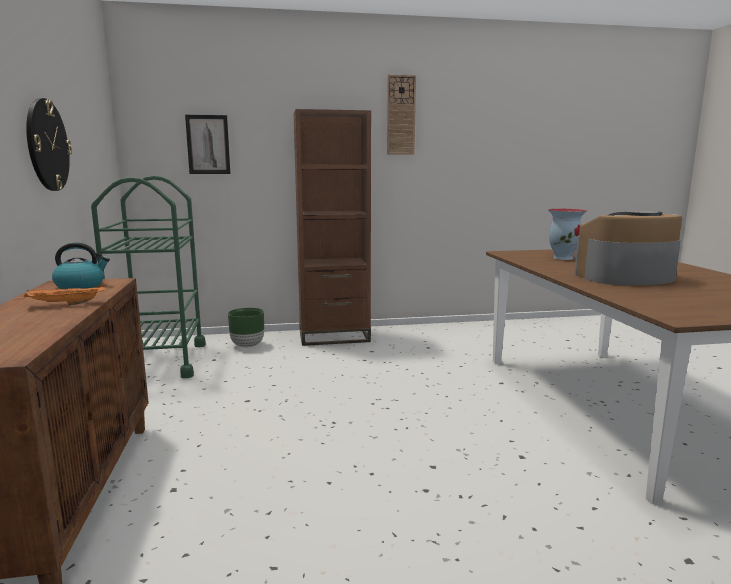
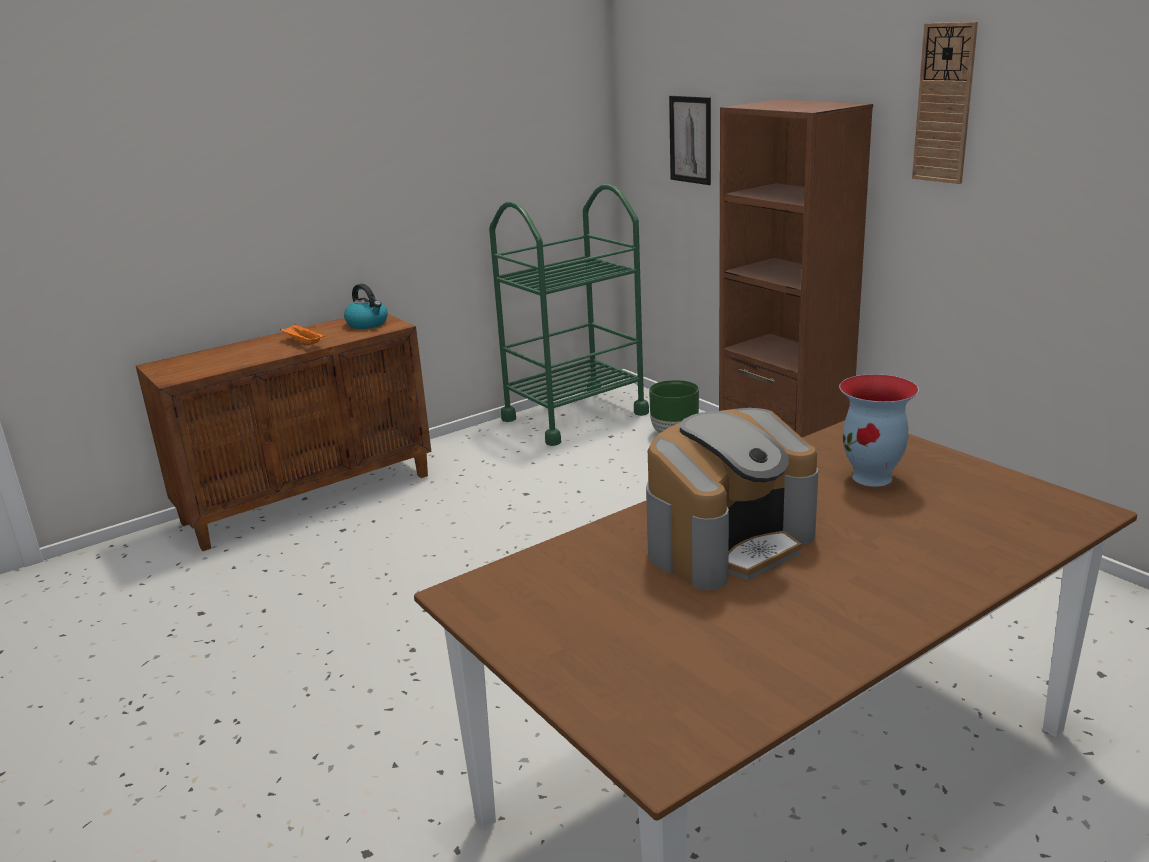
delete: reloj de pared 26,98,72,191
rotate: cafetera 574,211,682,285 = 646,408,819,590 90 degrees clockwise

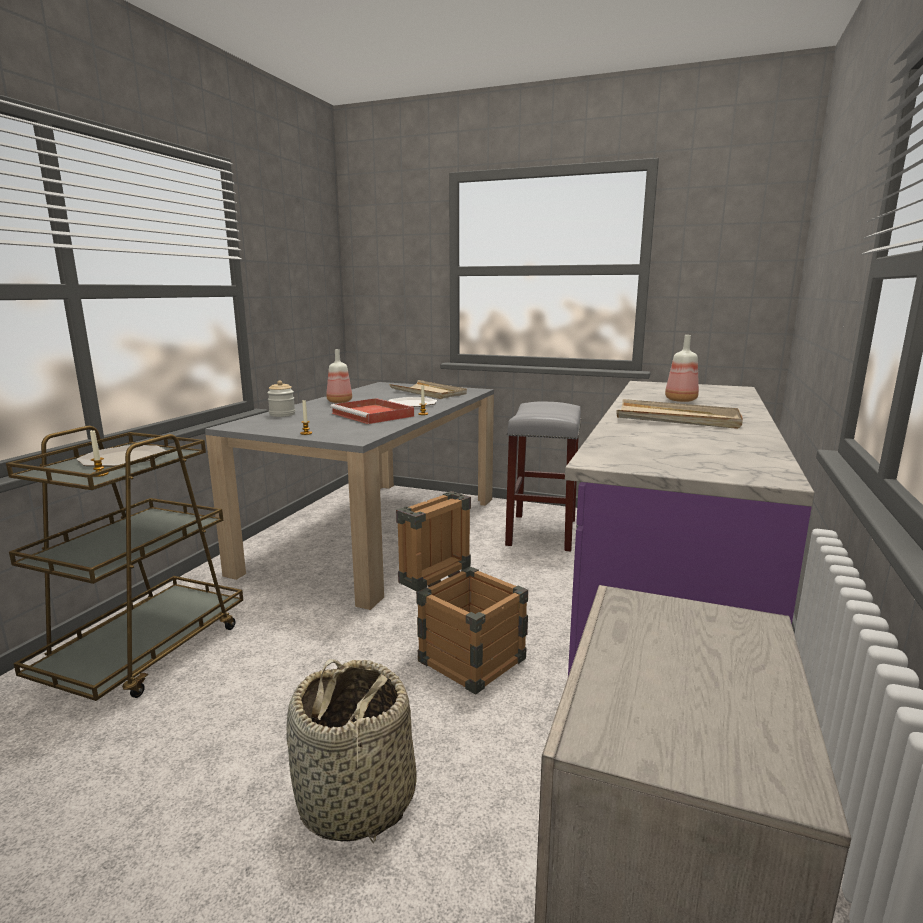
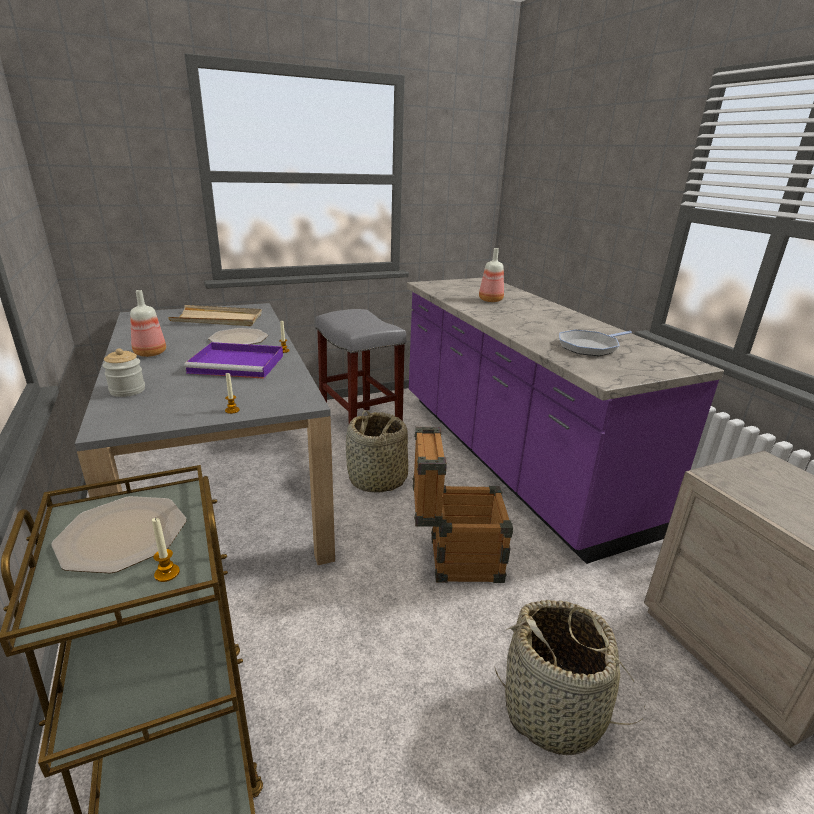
delete: bandeja (beis) 617,399,743,429
insert: cesta 346,410,408,493; sartén 559,330,632,356
recolor: bandeja (rojo) 330,398,414,424 to bandeja (morado) 184,342,283,379

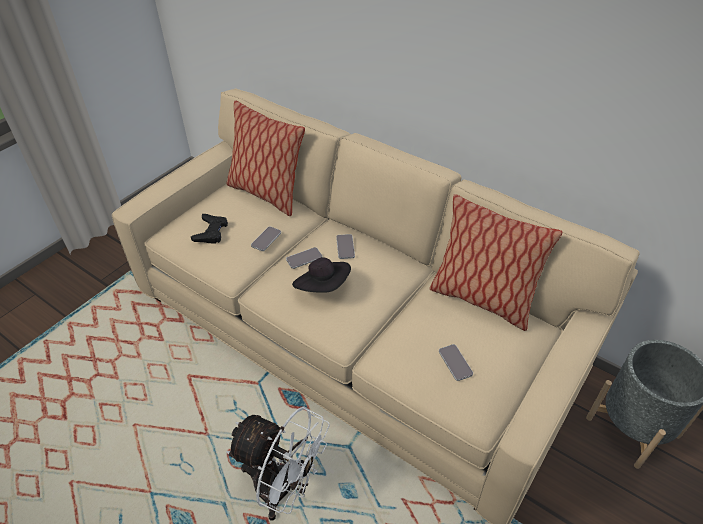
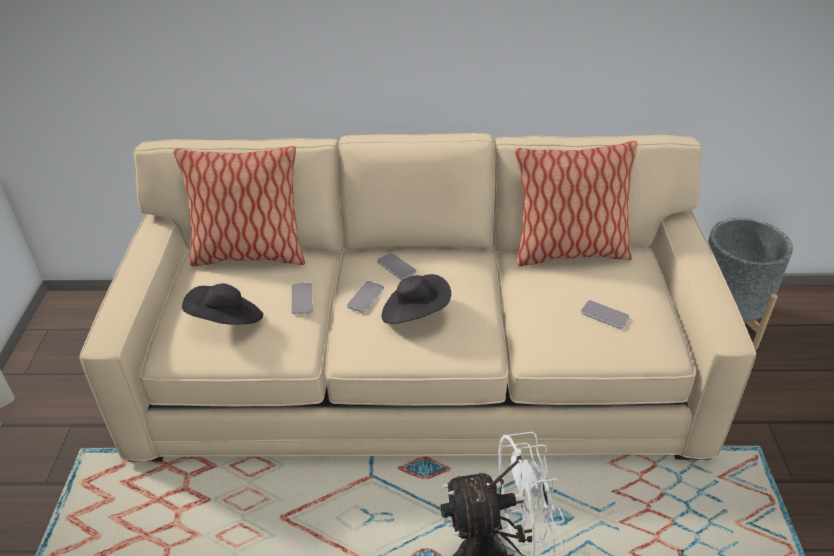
replace: mando de consola (negro) 191,214,228,244 to sombrero (negro) 182,283,263,325

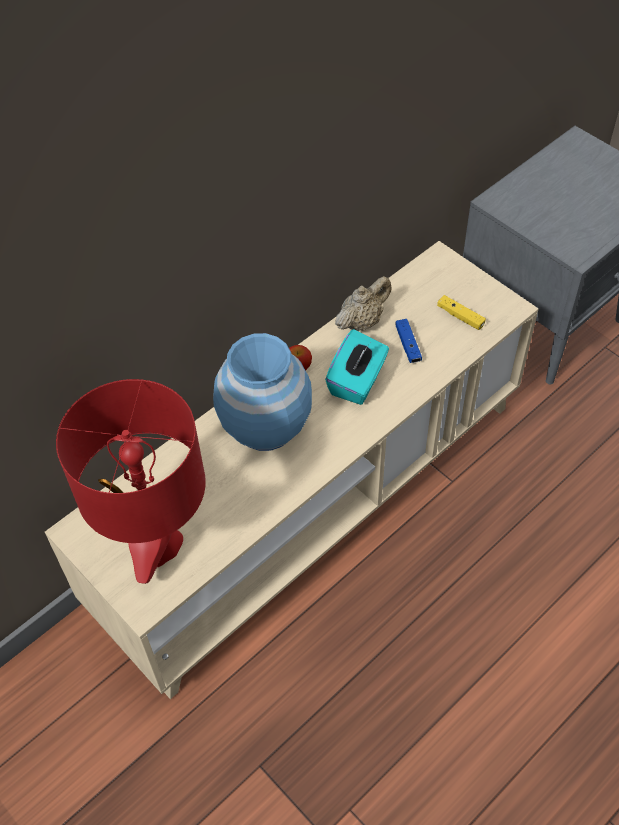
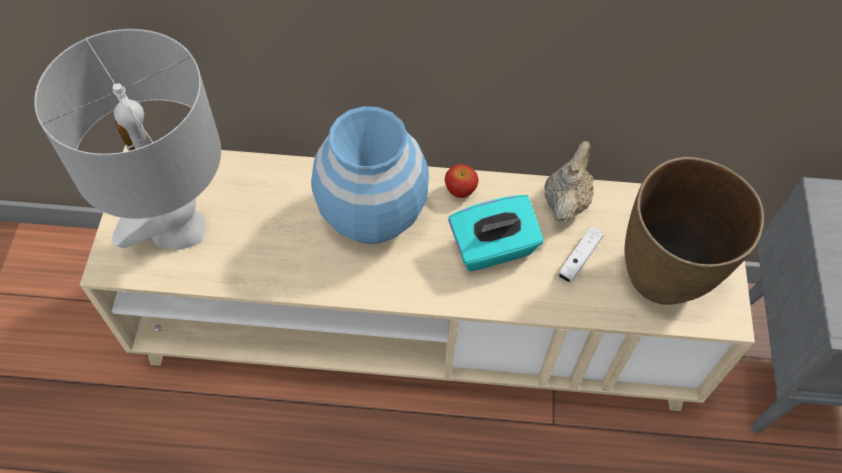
replace: mando de consola (amarillo) 437,295,486,330 to florero (marrón) 625,157,764,305
recolor: lámpara de mesa (rojo) 56,379,206,584 to lámpara de mesa (gris) 34,29,221,250; mando de consola (azul) 396,319,422,363 to mando de consola (blanco) 558,226,604,283
rotate: tetera (beis) 335,276,392,331 = 545,141,594,223 75 degrees counterclockwise

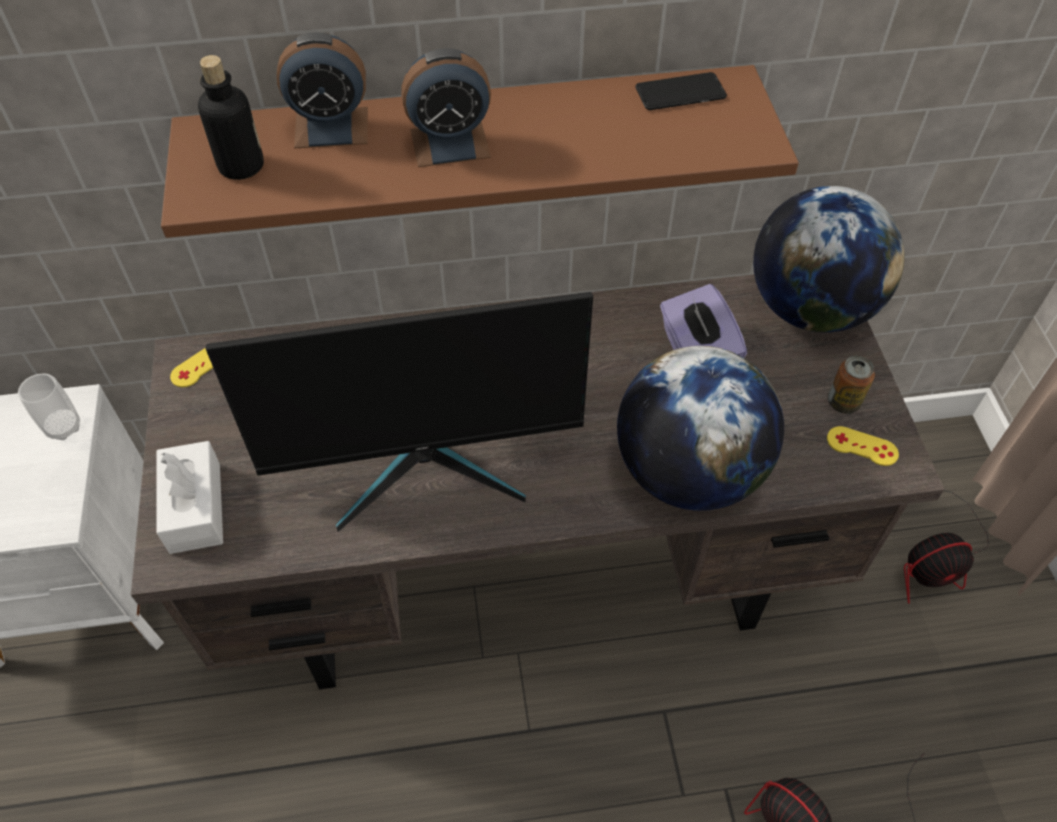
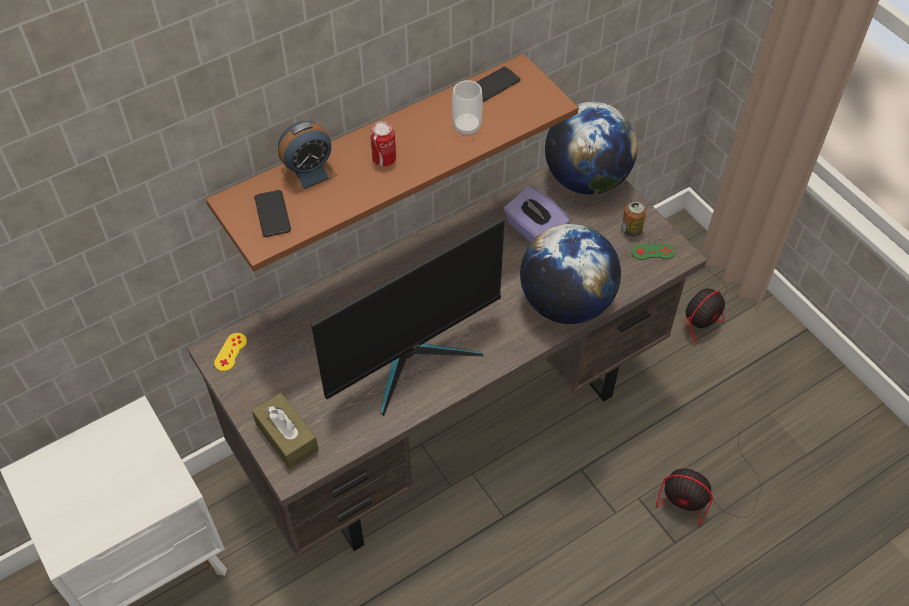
move: taza 18,374,80,440 to 452,80,483,136
replace: botella 198,55,264,180 to móvil 254,190,291,237; despertador 401,48,491,167 to lata 370,121,396,167
recolor: caja de pañuelos (blanco) 156,441,223,554 to caja de pañuelos (marrón) 252,393,319,469; mando de consola (amarillo) 827,426,899,466 to mando de consola (verde) 631,243,675,260

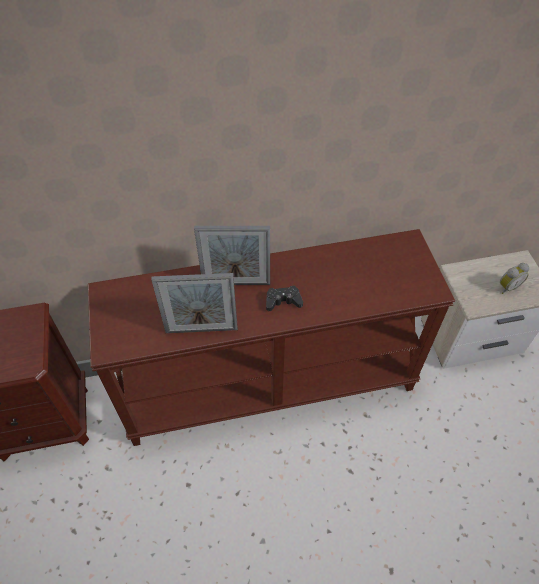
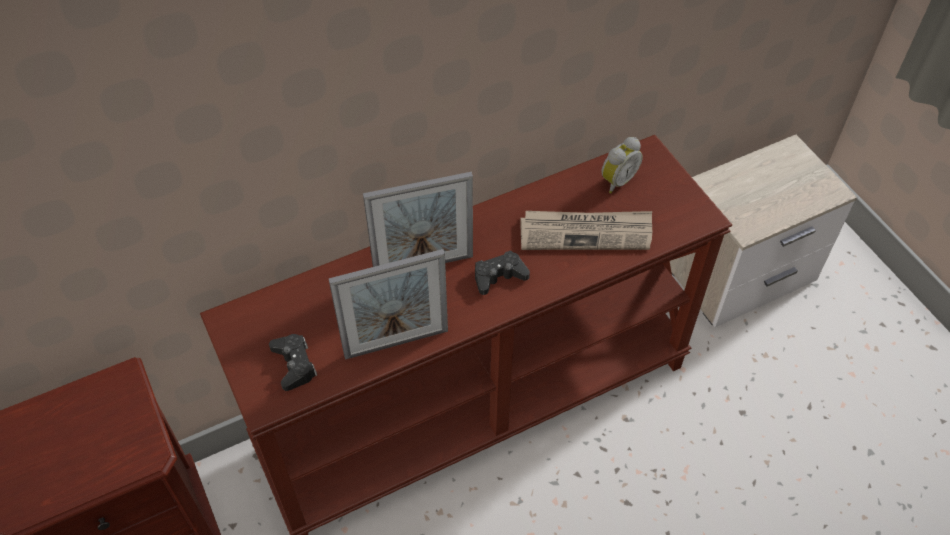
insert: mando de consola (negro) 269,334,317,391; periódico 520,211,652,250
move: despertador 500,263,529,294 to 601,137,643,194

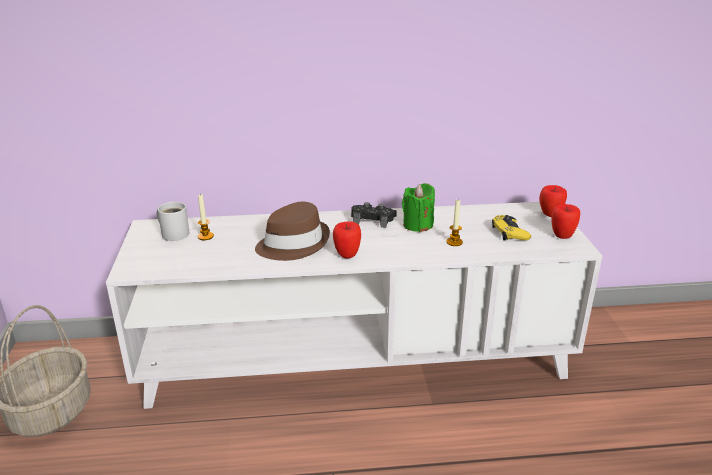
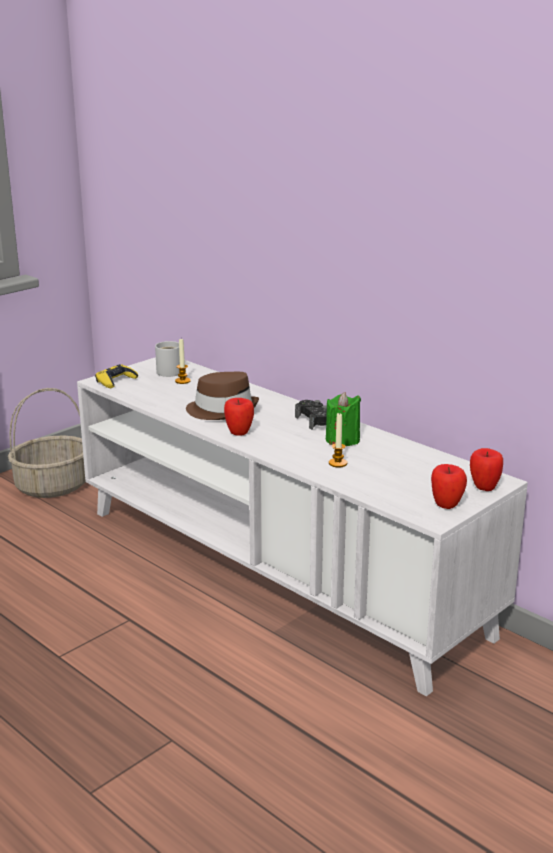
move: mando de consola (amarillo) 492,215,531,240 to 95,364,138,388

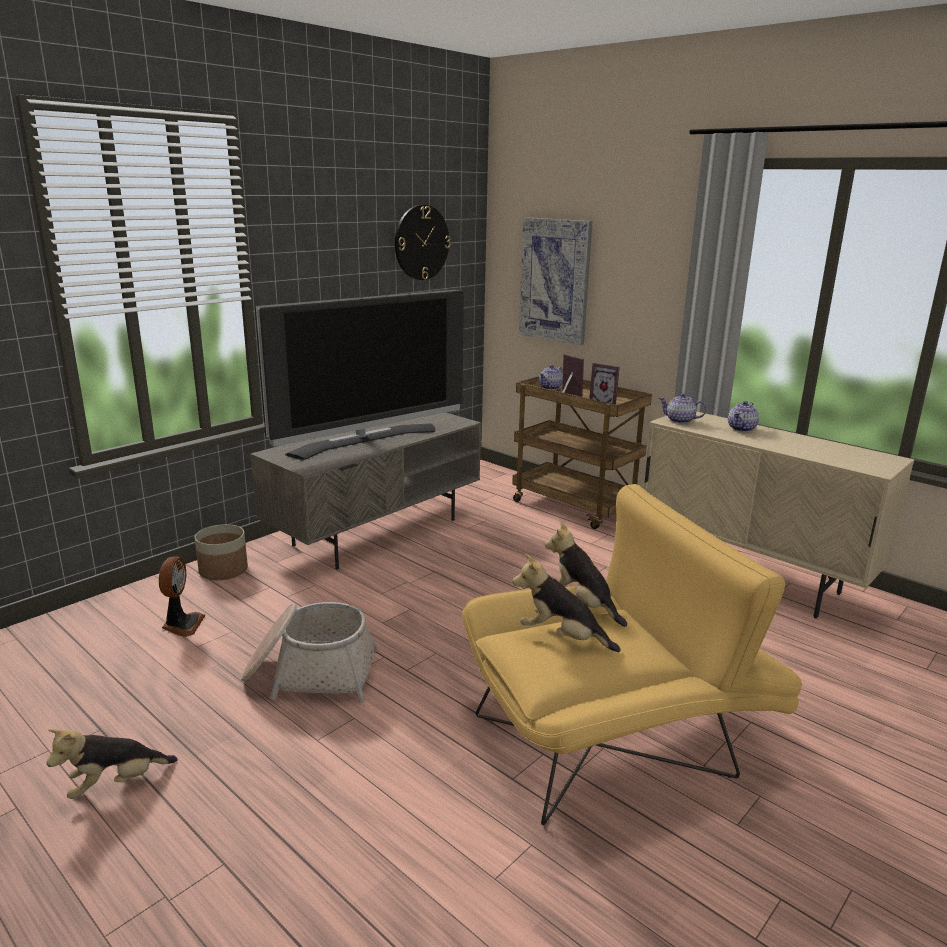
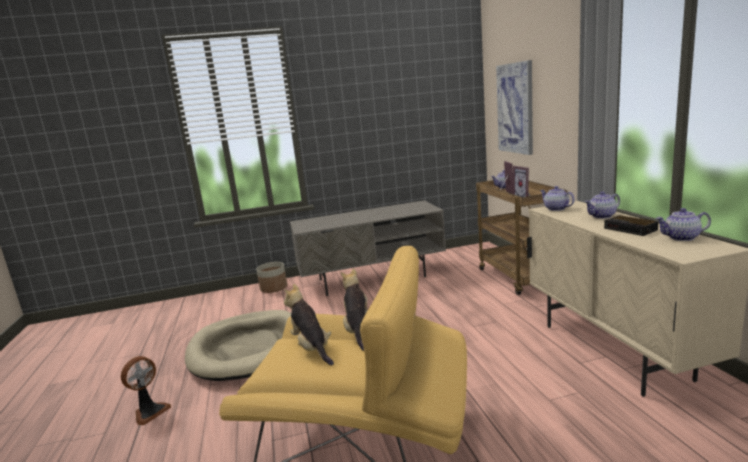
delete: peluche 47,729,178,799; televisor 255,289,464,460; reloj de pared 395,205,451,280
insert: despertador 604,215,658,236; tetera 656,208,711,241
move: ventilador 159,556,206,637 to 121,356,171,425
replace: cesta 241,602,378,703 to cama para perro (beis) 185,310,291,381

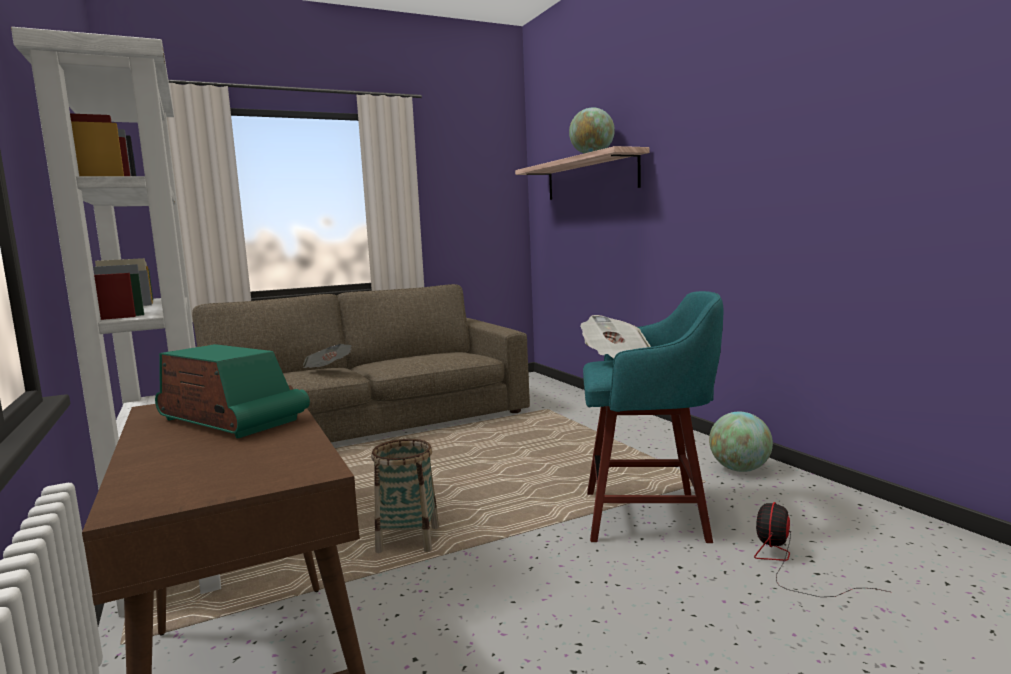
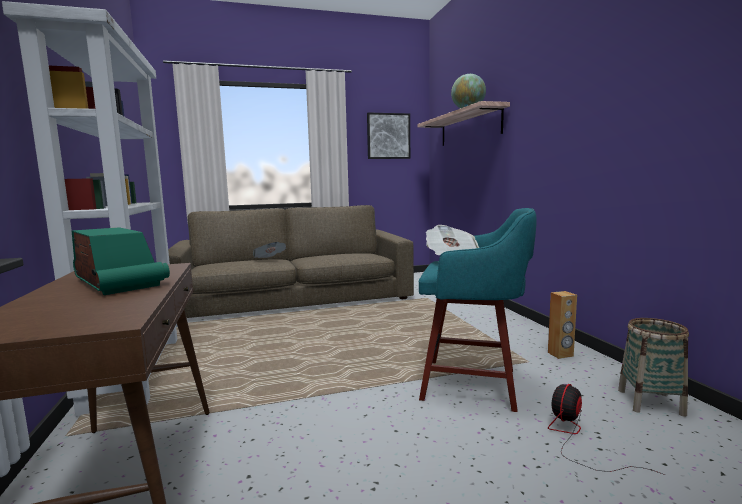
insert: cuadro 367,112,410,159
move: cesta 371,439,439,553 to 618,318,689,417
replace: globo terráqueo 709,412,773,472 to altavoz (marrón) 548,291,577,359

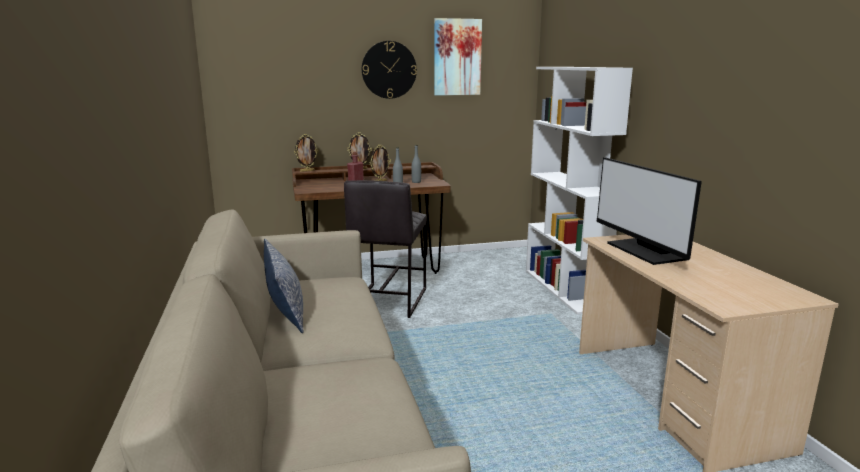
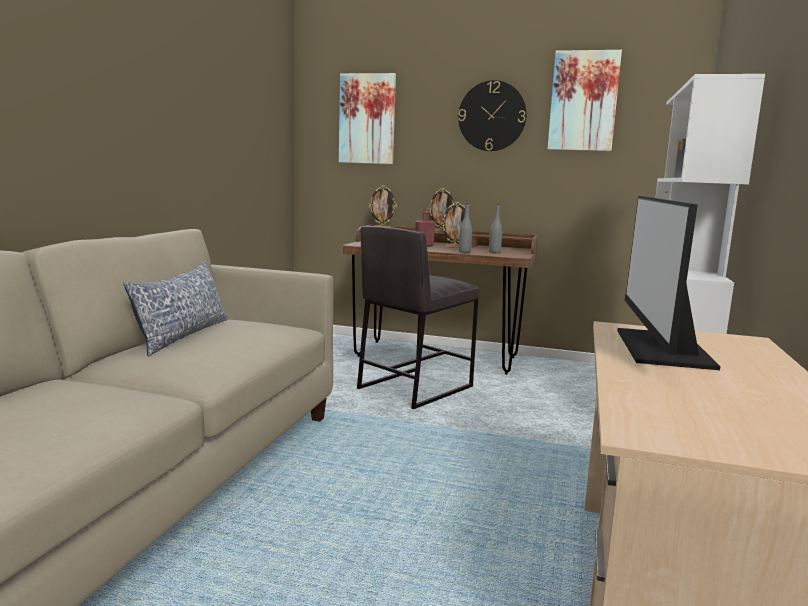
insert: cuadro 339,73,396,164

